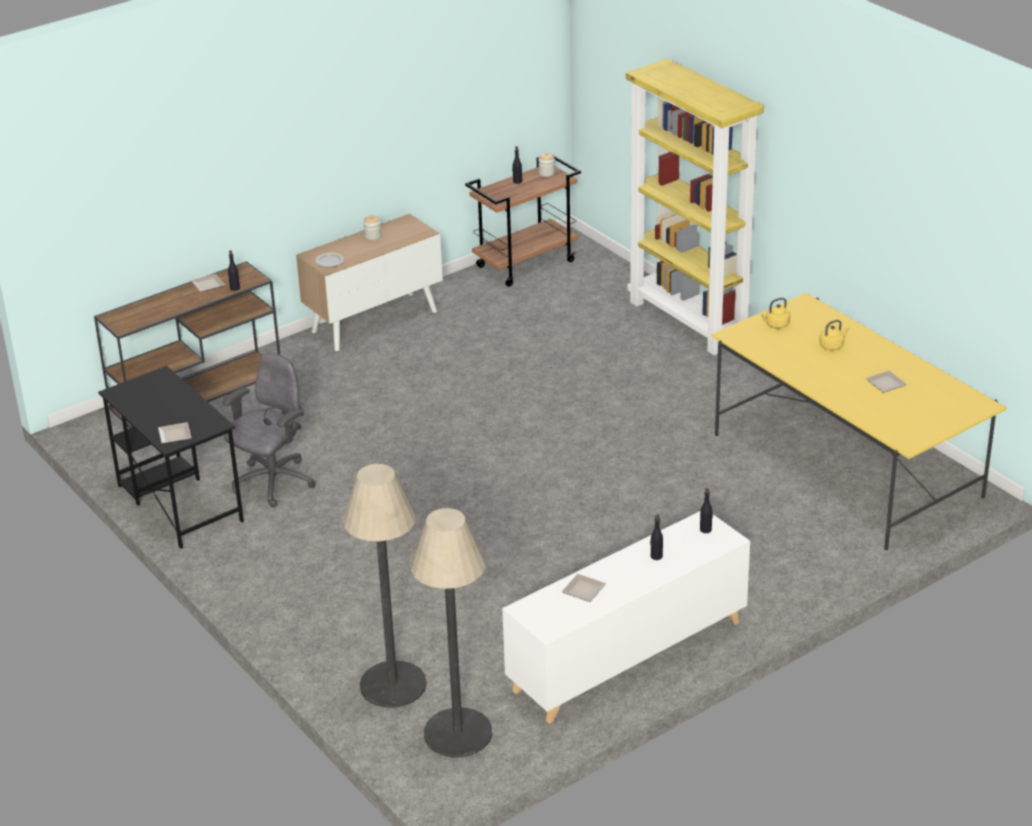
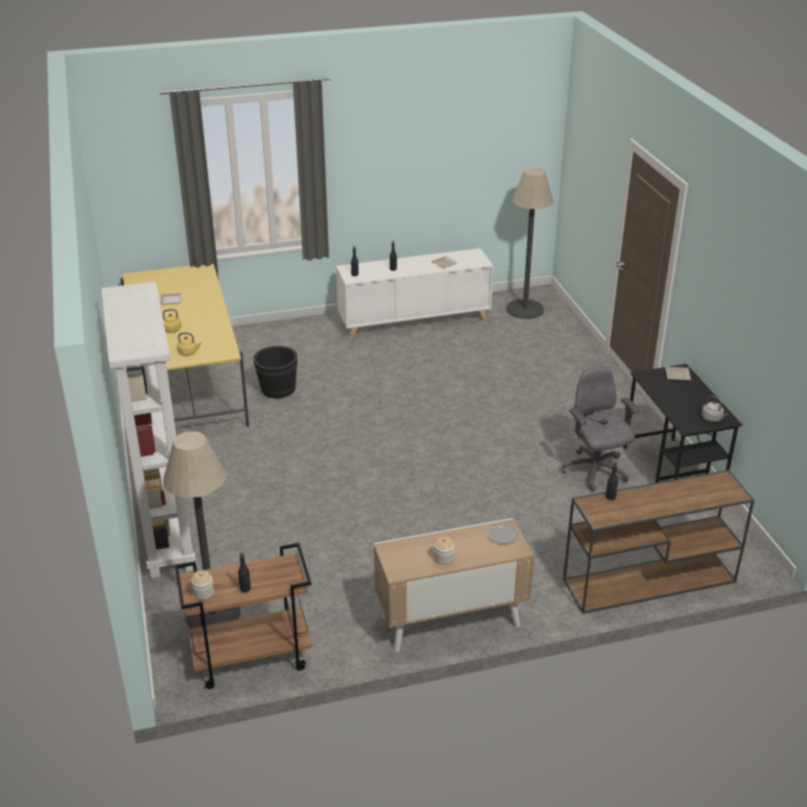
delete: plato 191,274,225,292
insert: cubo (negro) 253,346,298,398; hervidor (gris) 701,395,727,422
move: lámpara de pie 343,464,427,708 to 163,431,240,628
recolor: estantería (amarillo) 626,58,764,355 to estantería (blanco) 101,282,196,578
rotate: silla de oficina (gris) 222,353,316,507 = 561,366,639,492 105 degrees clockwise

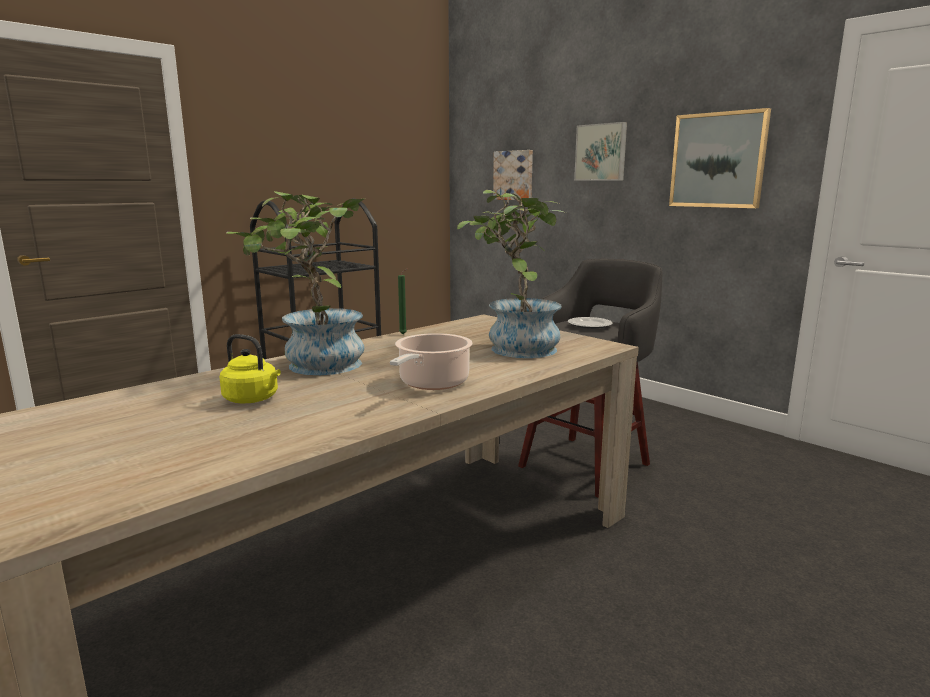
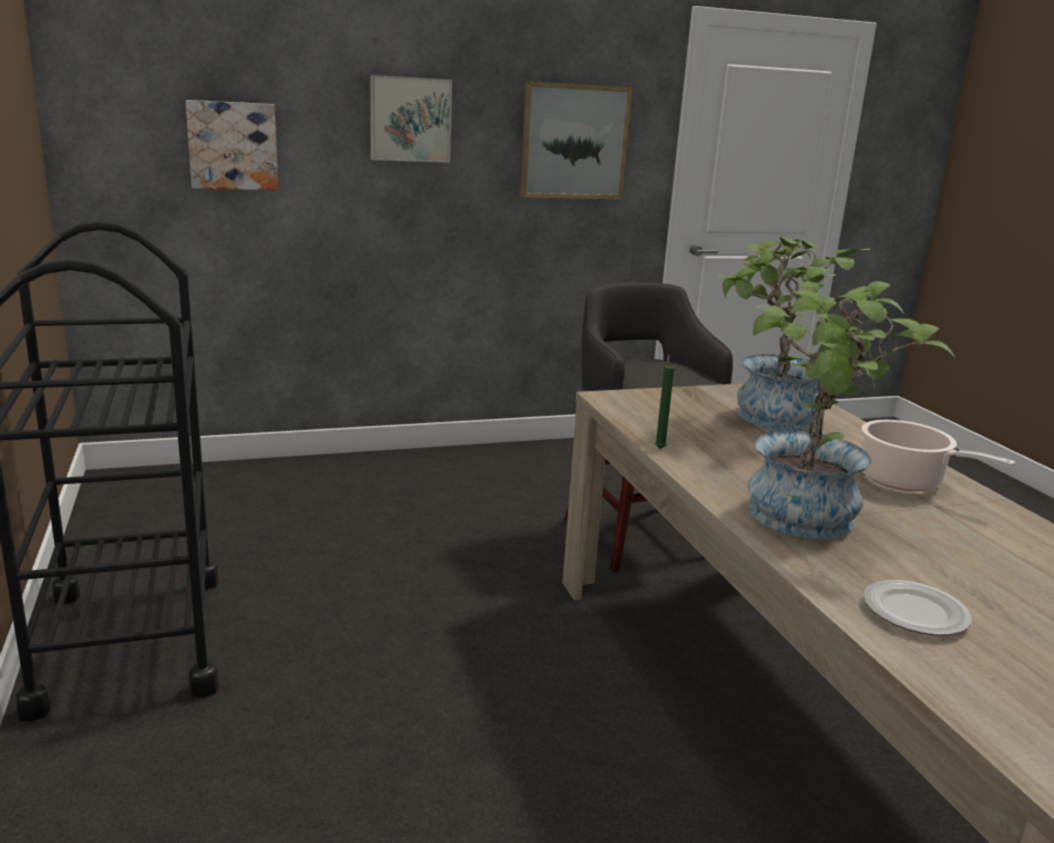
delete: hervidor (amarillo) 220,334,281,403
move: plato 568,317,613,329 to 863,580,972,636

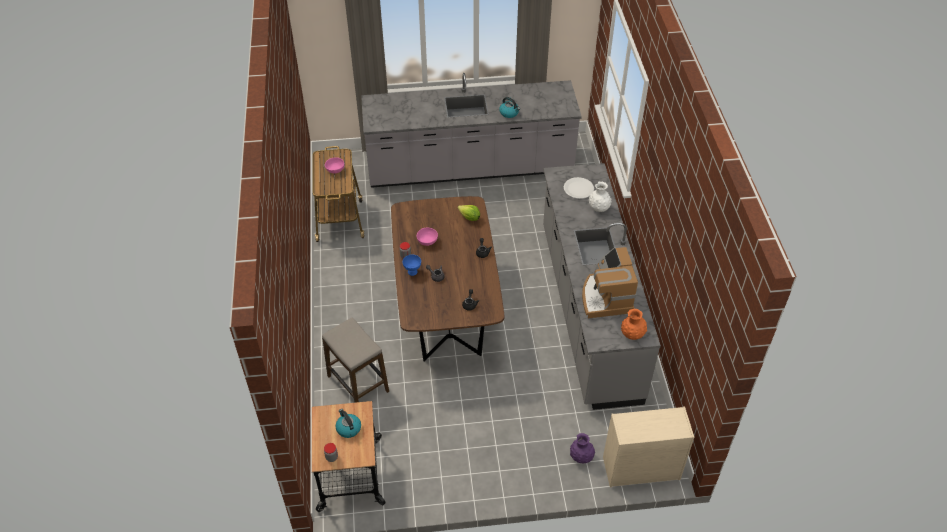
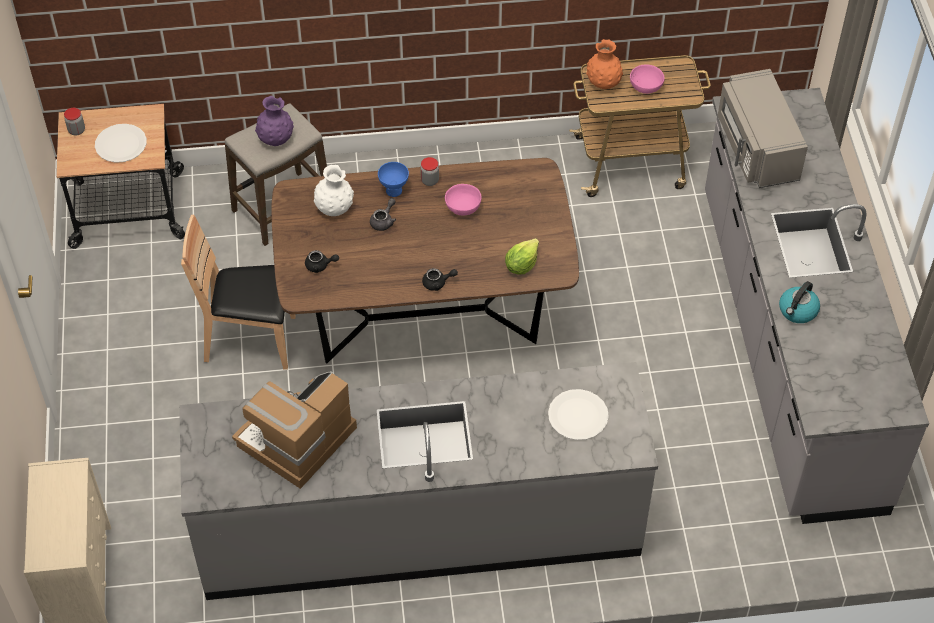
insert: silla (marrón) 181,214,296,370; microondas (gris) 718,69,808,188
move: florero (morado) 570,433,595,463 to 255,96,294,146; florero (blanco) 589,181,612,212 to 314,165,354,216; florero (naranja) 621,309,647,340 to 586,39,623,89
replace: hervidor 336,409,361,438 to plato (blanco) 95,124,147,163
rotate: cafetera 582,247,638,318 = 232,371,357,489 45 degrees counterclockwise

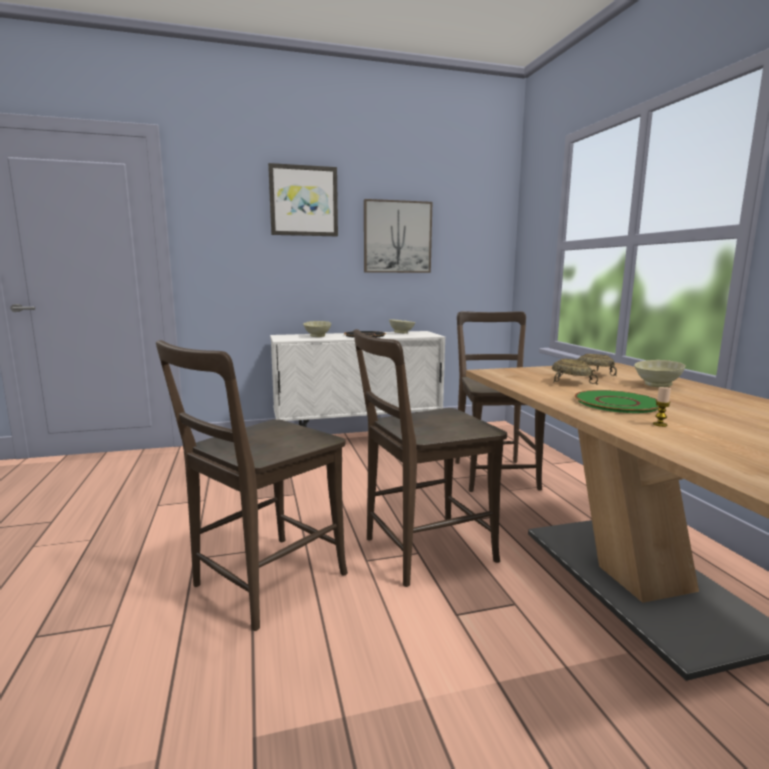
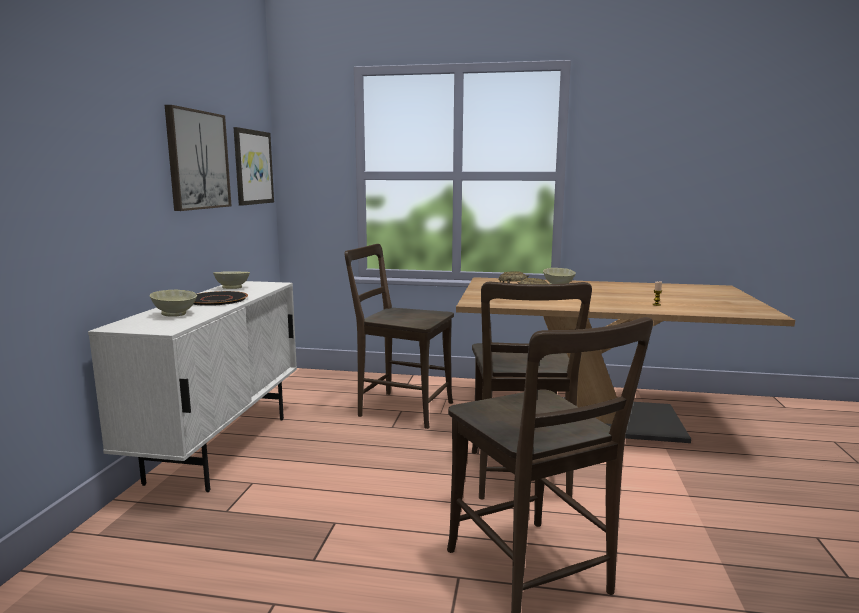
delete: plato (verde) 575,390,659,413
move: cuadro 268,163,338,236 to 234,127,274,206

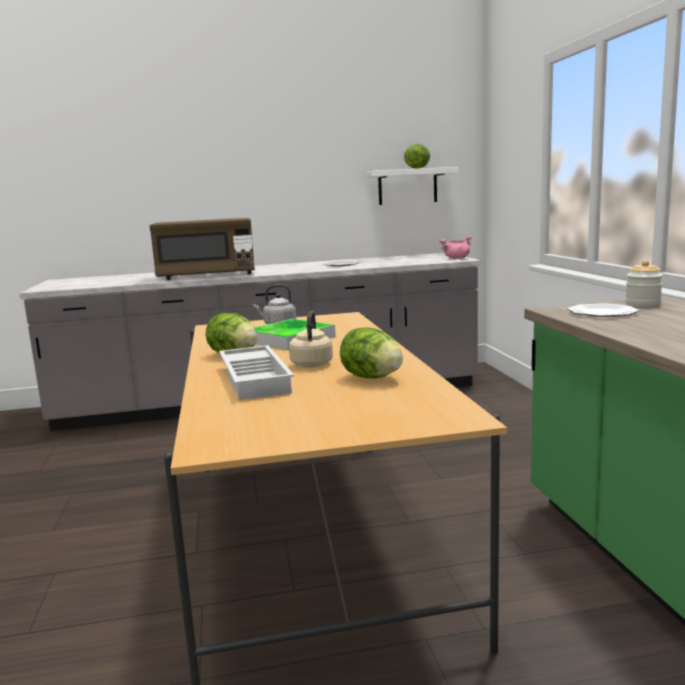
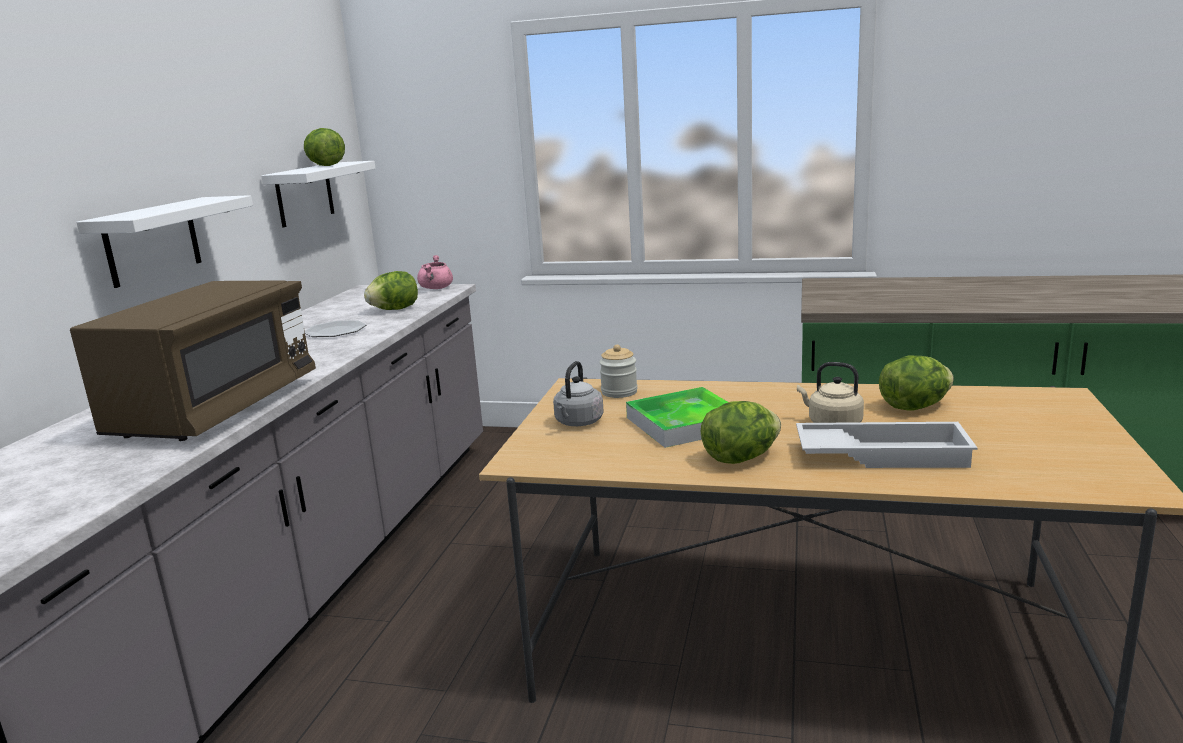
delete: plato 567,303,639,317
insert: estante (blanco) 76,195,253,288; lechuga 364,271,418,310
move: tarro 625,260,663,307 to 599,345,638,398

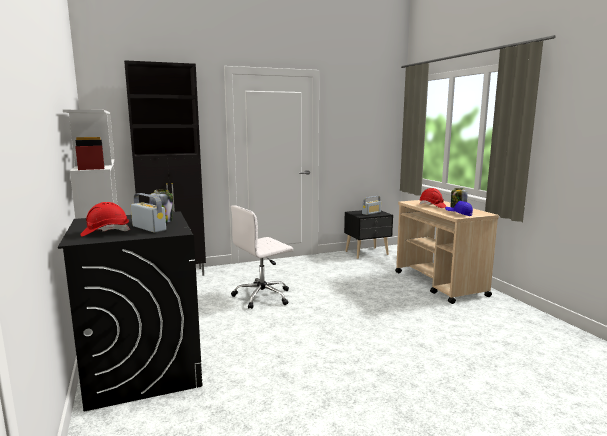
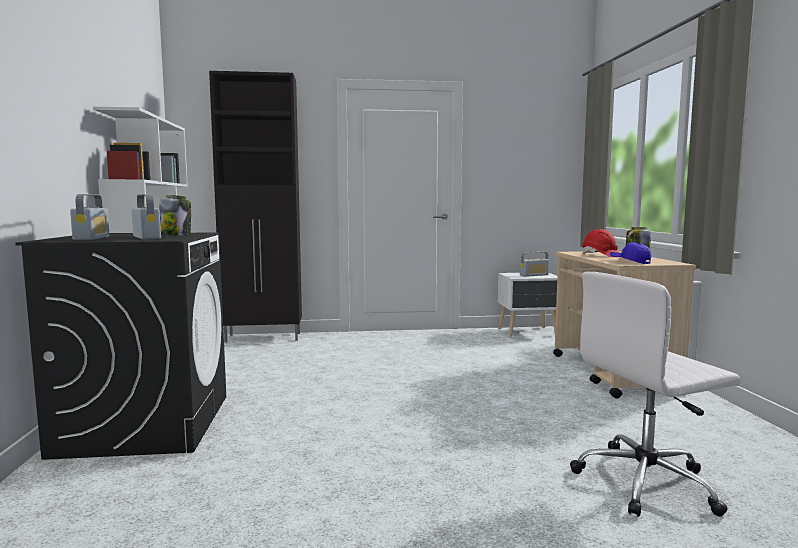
move: silla de oficina (blanco) 231,205,293,309 to 570,272,741,517
replace: casco (rojo) 80,202,130,236 to radio 70,194,110,240
recolor: mesita de noche (negro) 344,210,393,259 to mesita de noche (blanco) 498,273,557,337

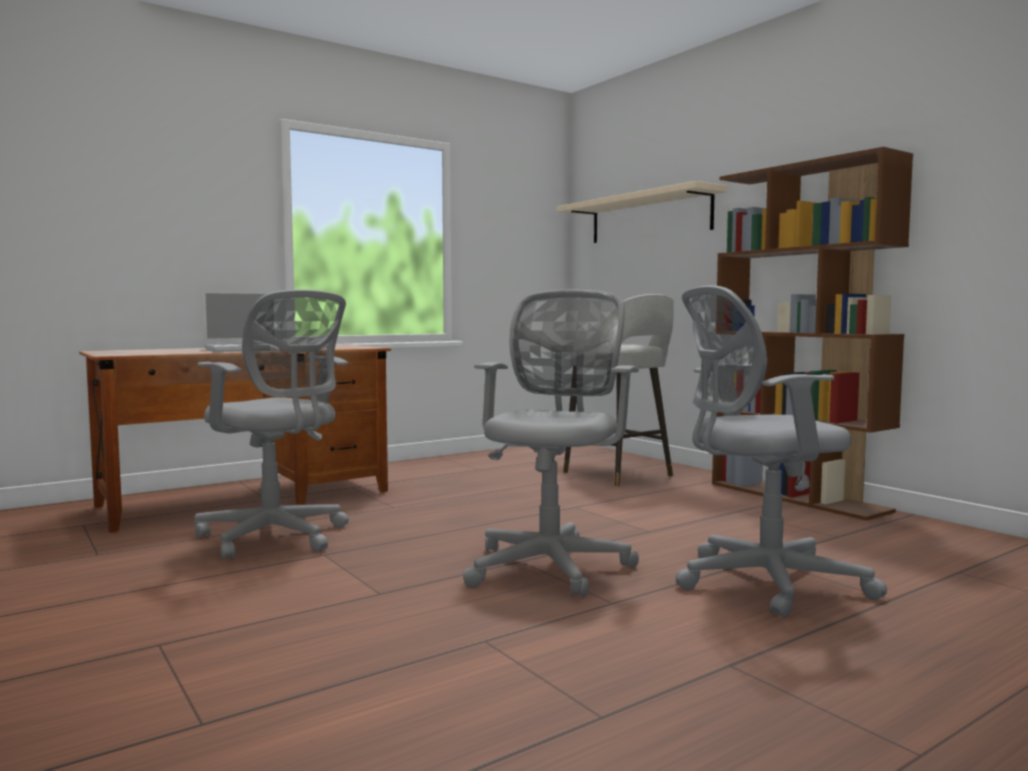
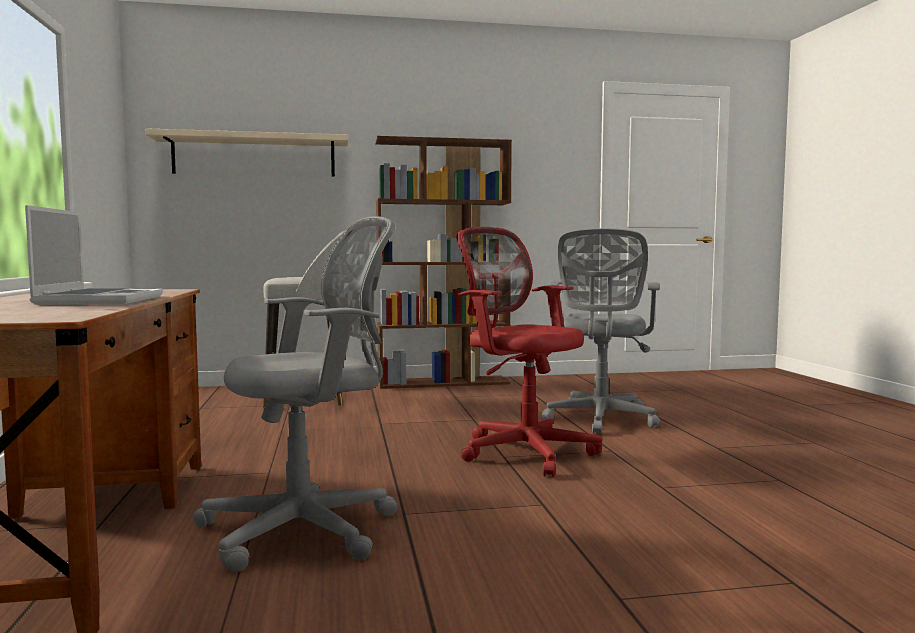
recolor: silla de oficina (gris) 462,290,639,597 to silla de oficina (rojo) 457,227,602,477

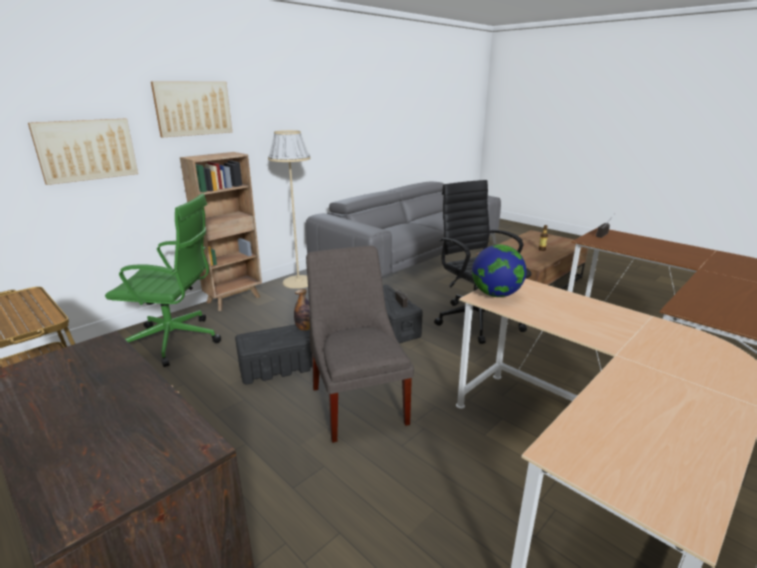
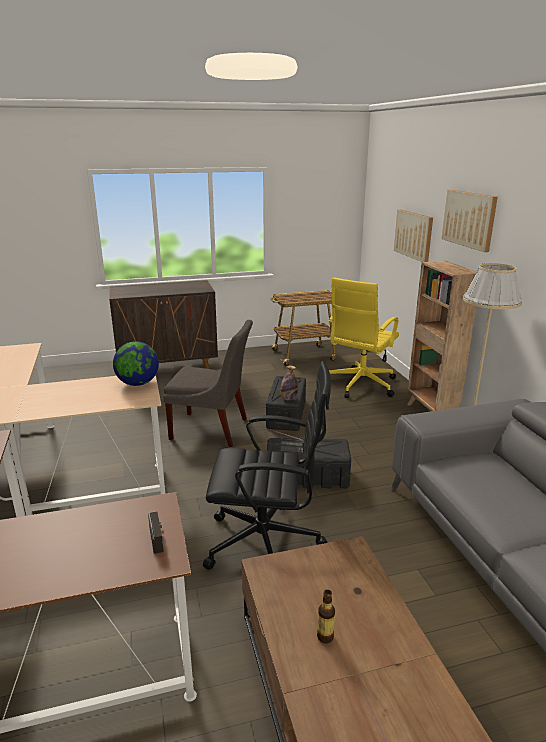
recolor: silla de oficina (verde) 105,193,221,367 to silla de oficina (amarillo) 328,277,399,398

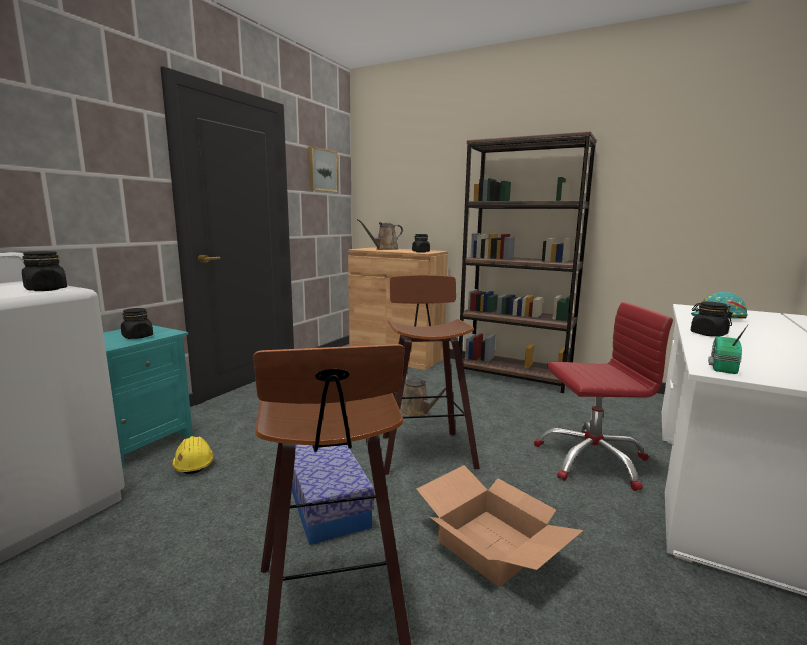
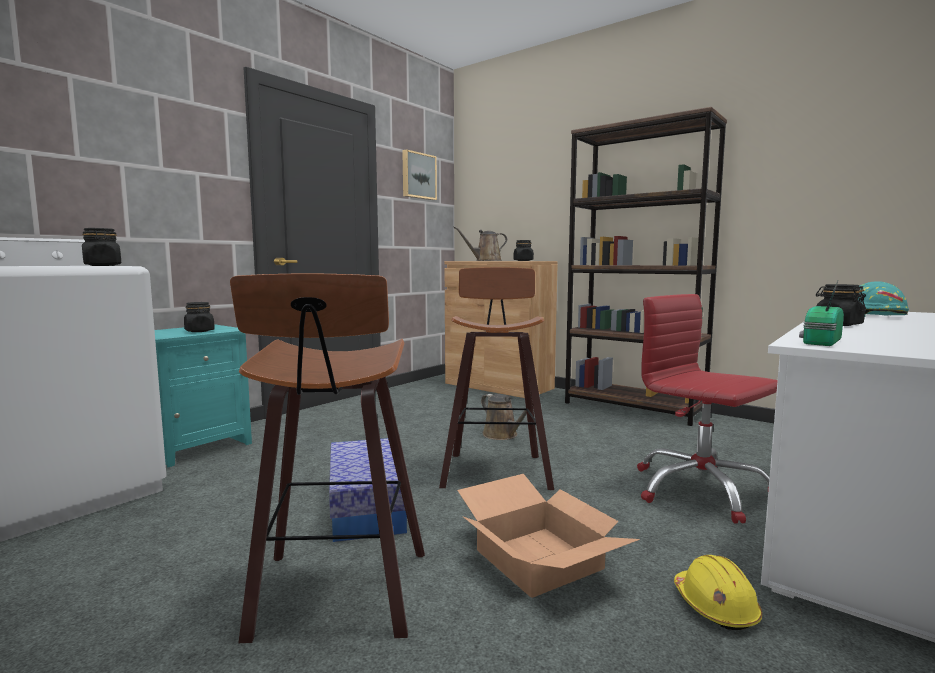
move: casco (amarillo) 172,436,214,474 to 674,555,762,630
rotate: silla de oficina (rojo) 534,302,673,491 = 637,294,778,524 135 degrees counterclockwise

